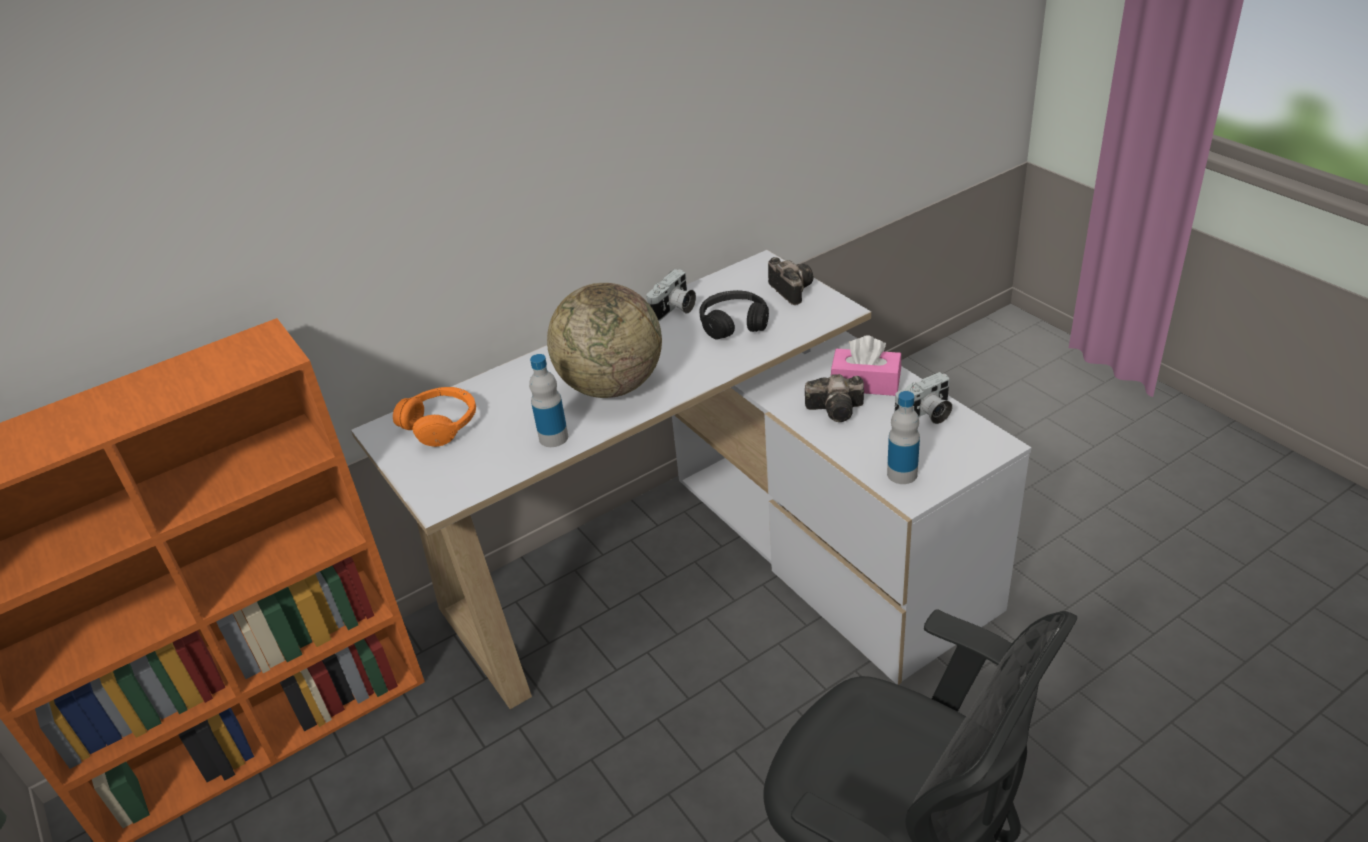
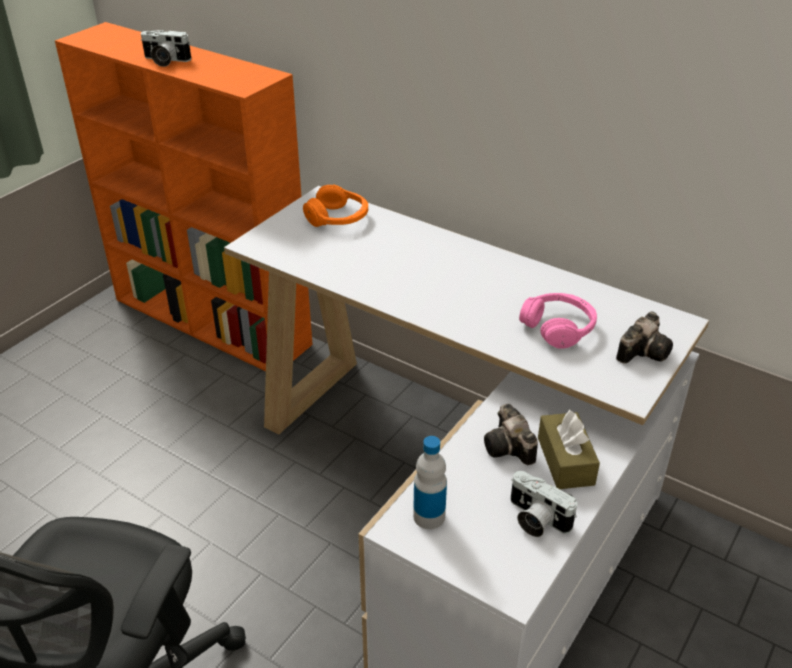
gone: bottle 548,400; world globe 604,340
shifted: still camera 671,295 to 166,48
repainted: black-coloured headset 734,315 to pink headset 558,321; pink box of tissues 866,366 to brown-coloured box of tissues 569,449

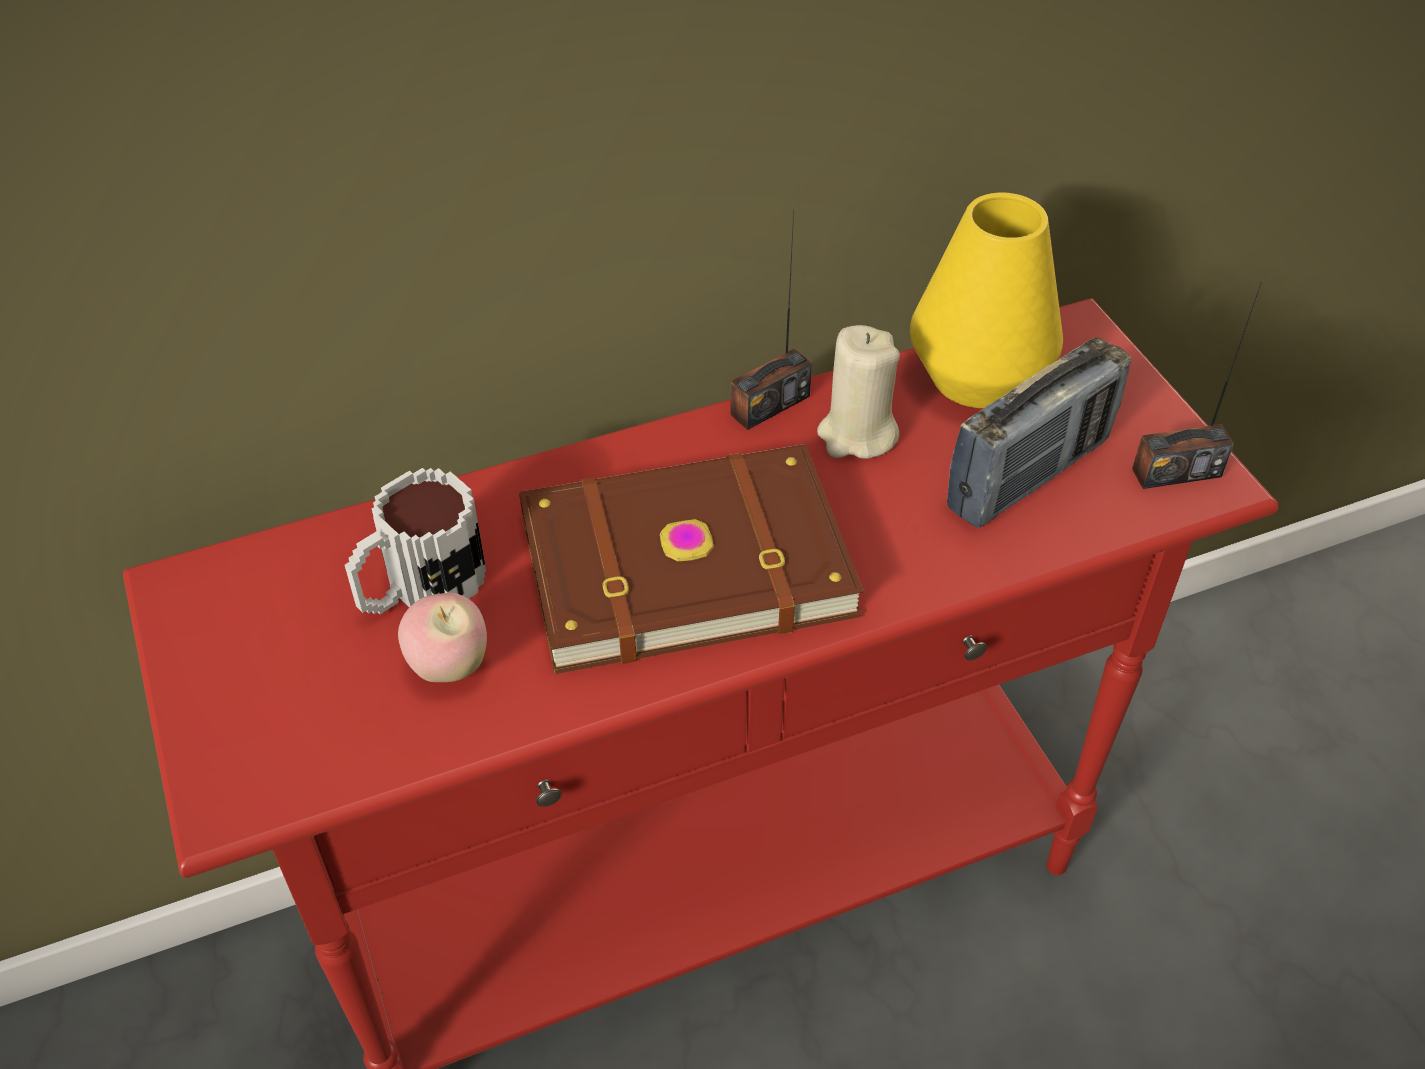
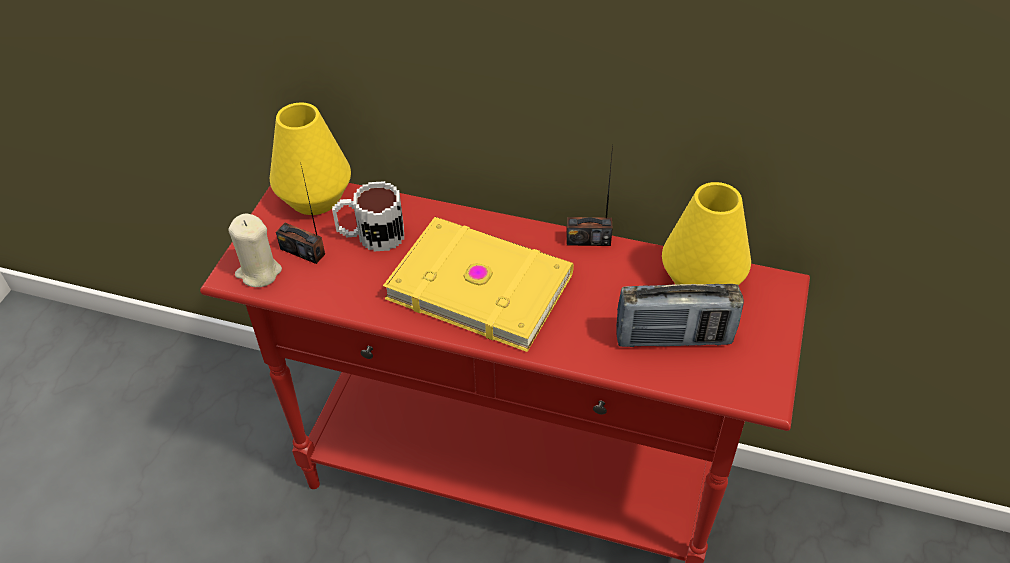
gone: apple fruit 442,637
new: yellow vase 310,159
shifted: sand-coloured wax light 858,392 to 255,250; radio receiver 1197,385 to 300,213
repainted: brown-coloured bound book 691,559 to yellow bound book 478,284

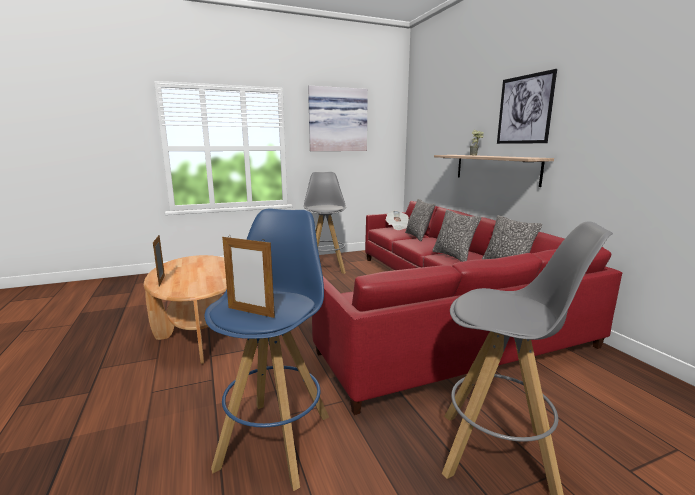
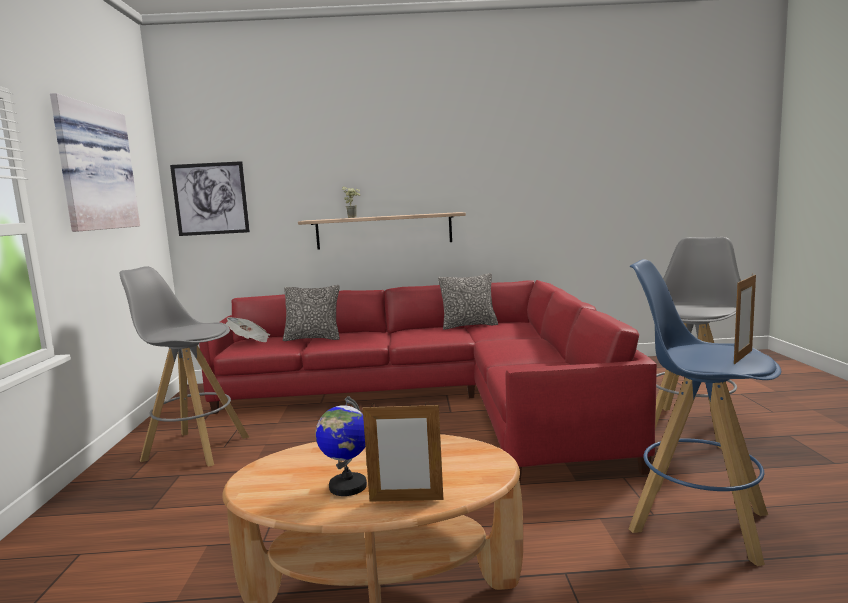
gone: pillow 456,236
new: world globe 341,446
shifted: wall art 527,106 to 210,198

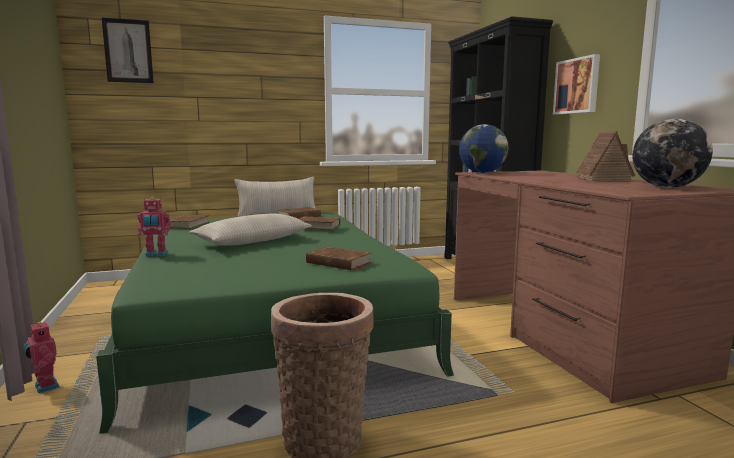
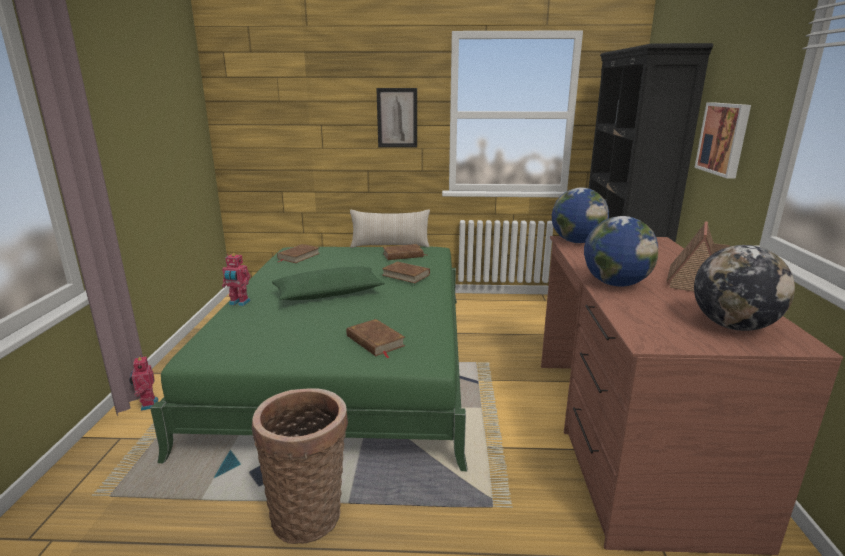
new: world globe 621,251
shifted: wall art 128,50 to 396,118
repainted: sand-coloured pillow 250,229 to green-coloured pillow 328,283

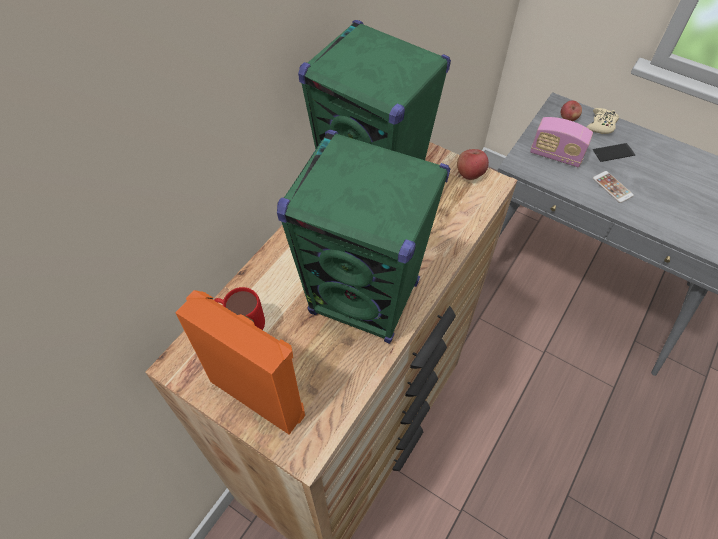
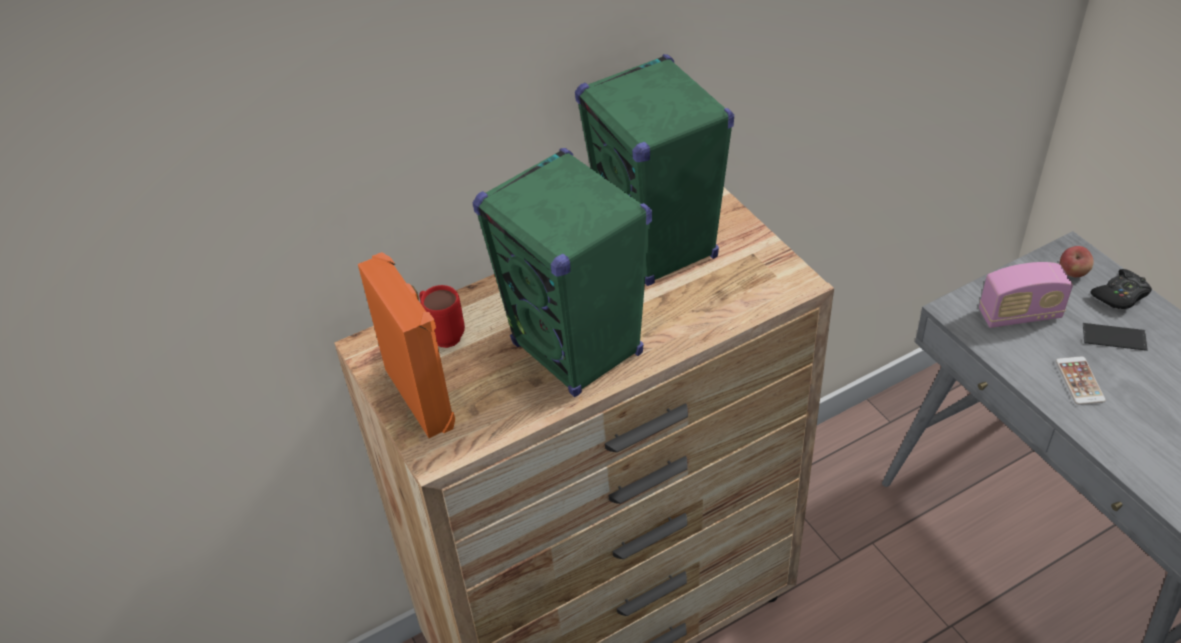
gone: apple fruit 473,164
repainted: sand-coloured joypad 603,121 to black-coloured joypad 1121,289
rotated: radio receiver 561,142 = 1026,295 60 degrees counterclockwise

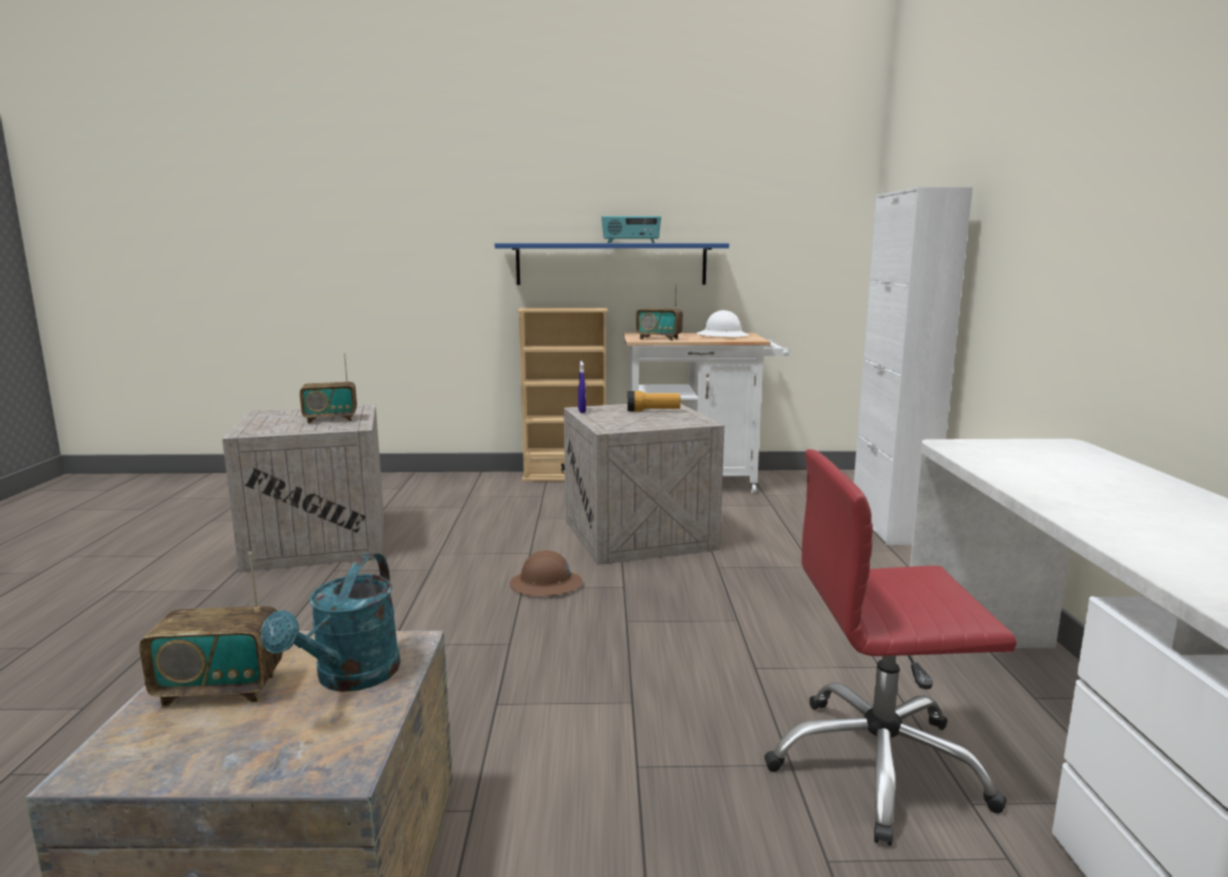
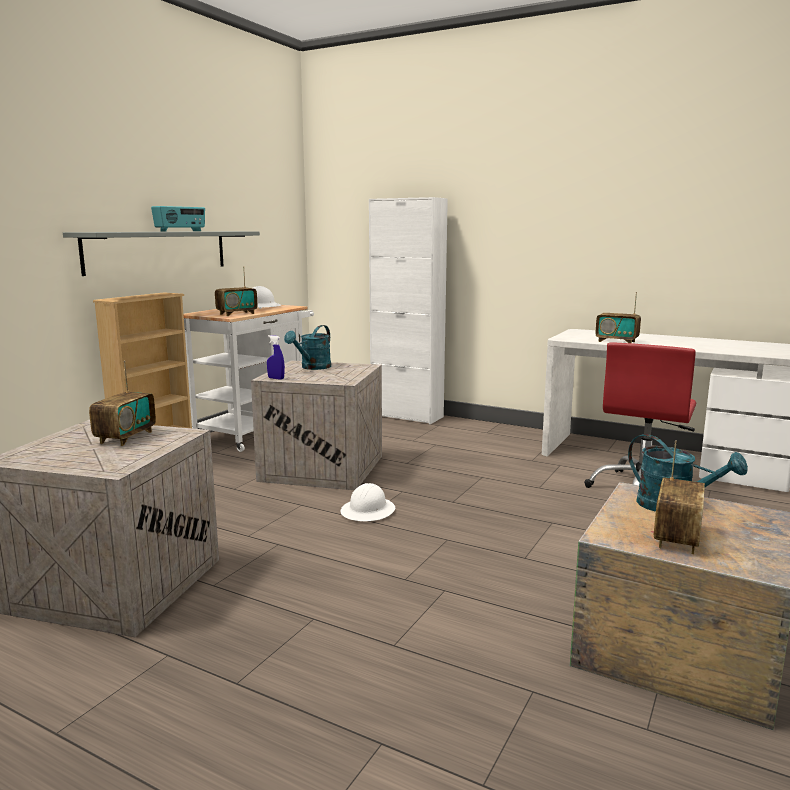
new: radio receiver 618,317
swapped: torch 653,401 to turquoise watering can 307,347
repainted: bluish bracket shelf 612,264 to grey bracket shelf 161,253; brown-coloured hard hat 546,573 to whitish hard hat 367,502

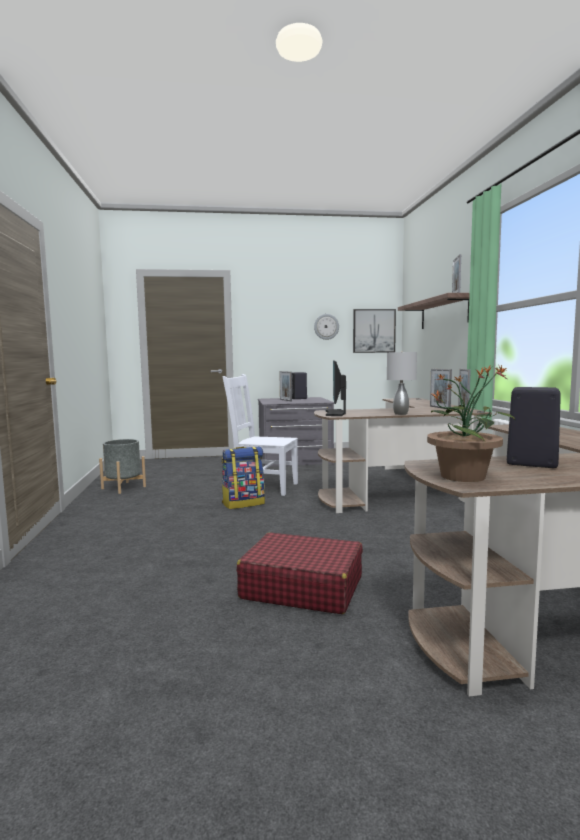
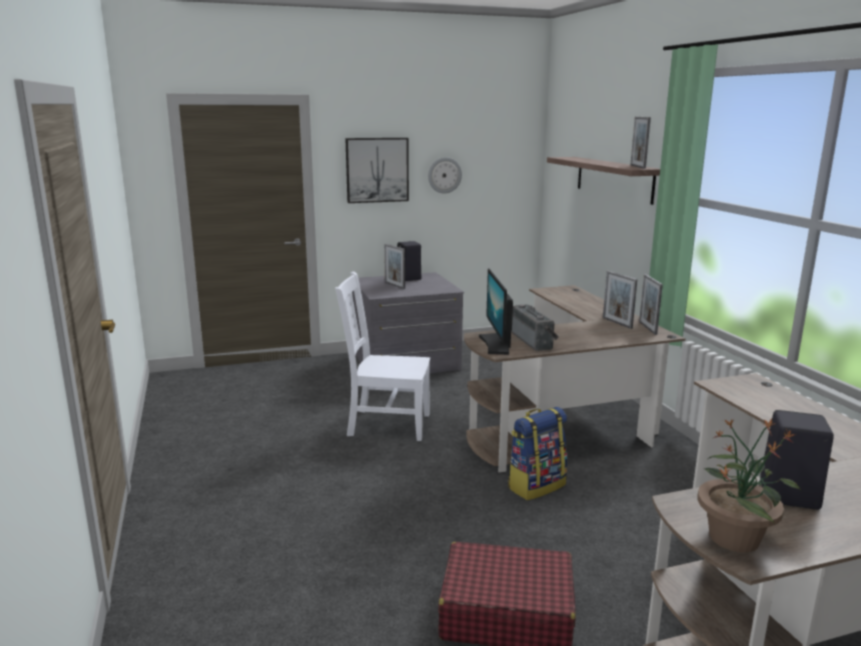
gone: grey planter 122,466; grey tabletop lamp 402,383
new: radio receiver 535,327
shifted: knapsack 243,477 to 537,453; wall art 374,331 to 377,170

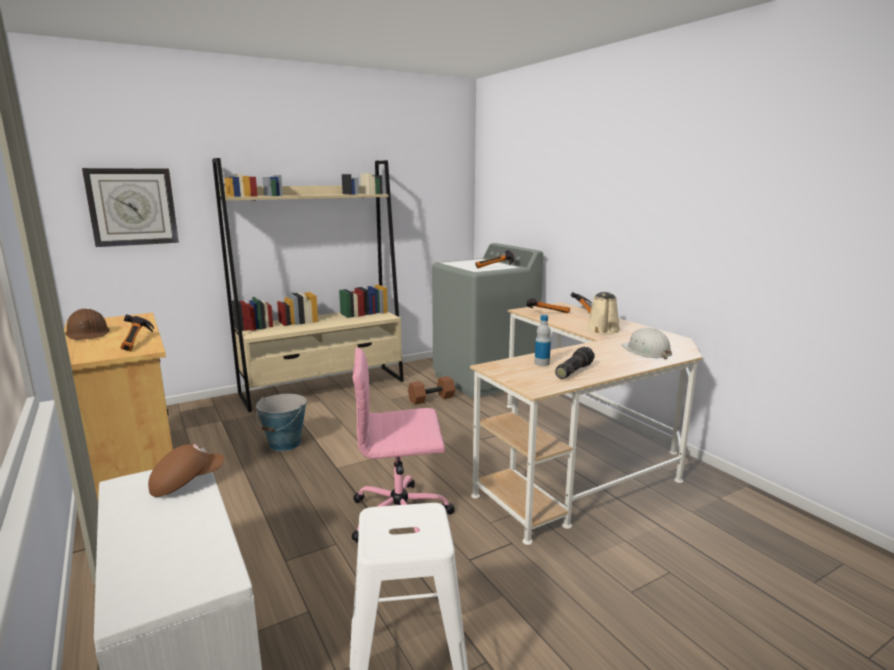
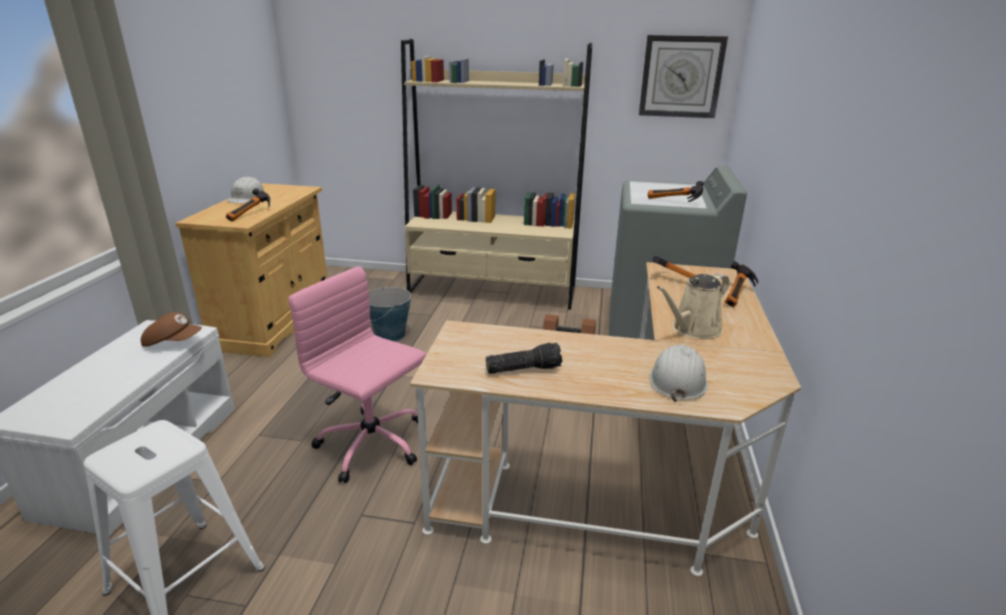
gone: bottle 543,340
shifted: clock on the wall 130,207 to 683,76
repainted: brown-coloured hard hat 87,324 to whitish hard hat 245,190

